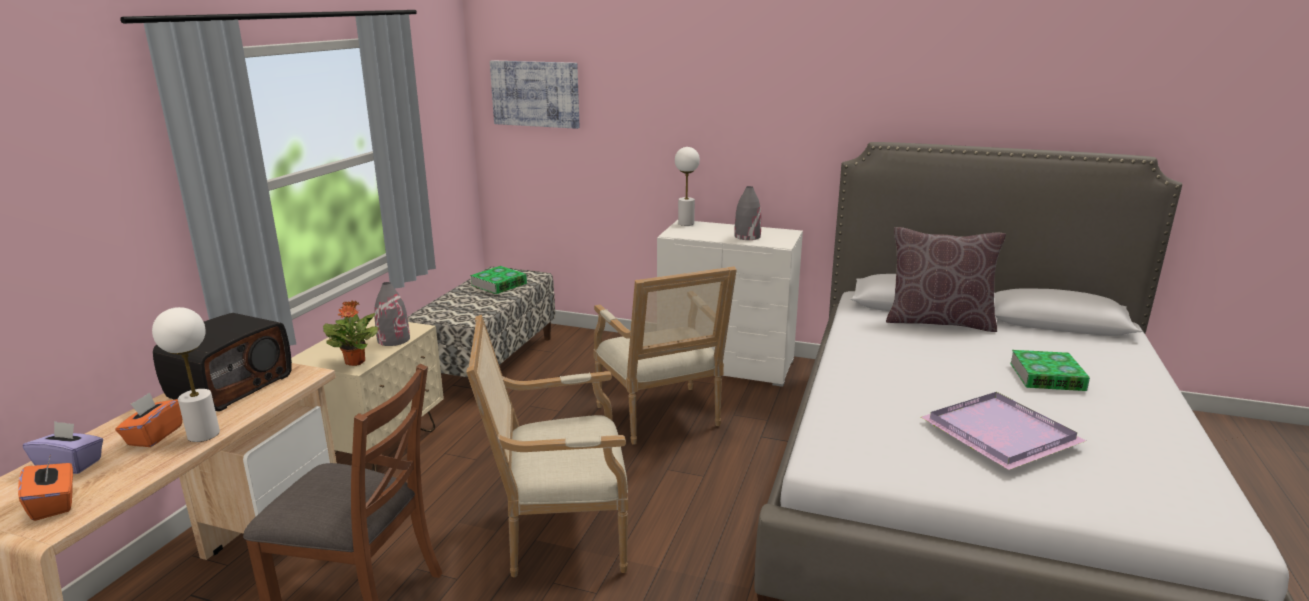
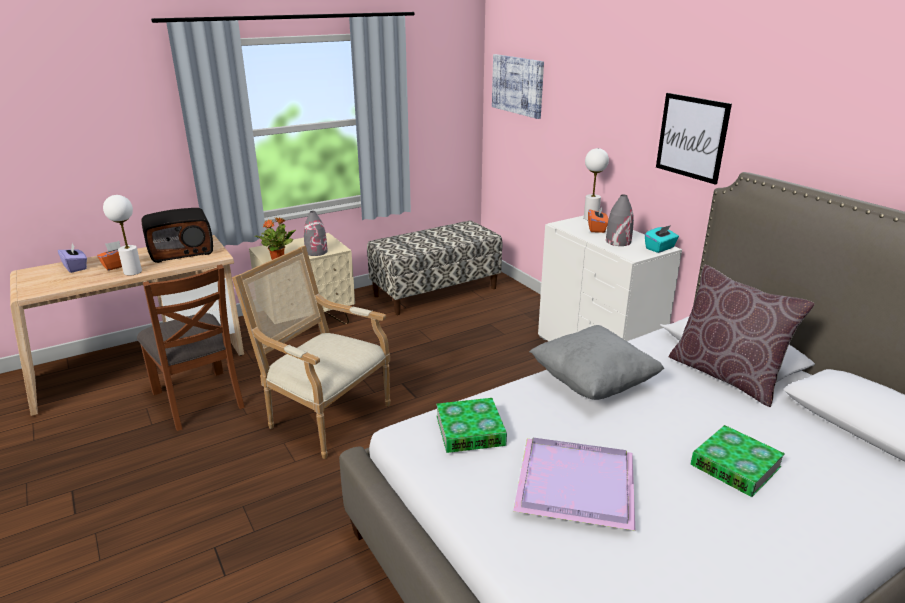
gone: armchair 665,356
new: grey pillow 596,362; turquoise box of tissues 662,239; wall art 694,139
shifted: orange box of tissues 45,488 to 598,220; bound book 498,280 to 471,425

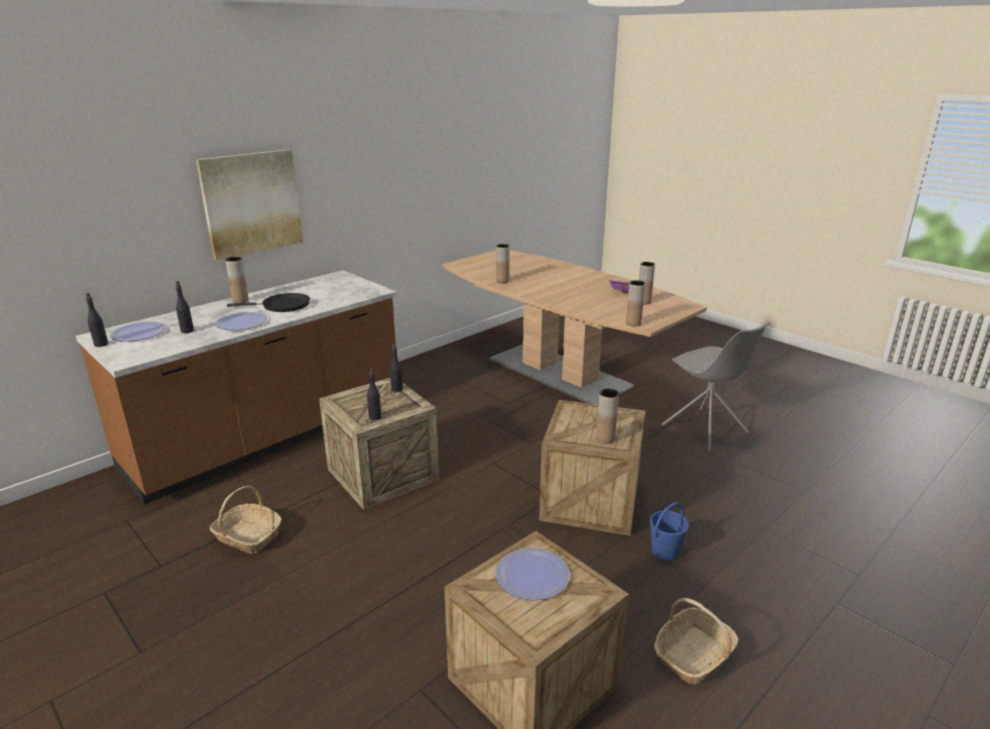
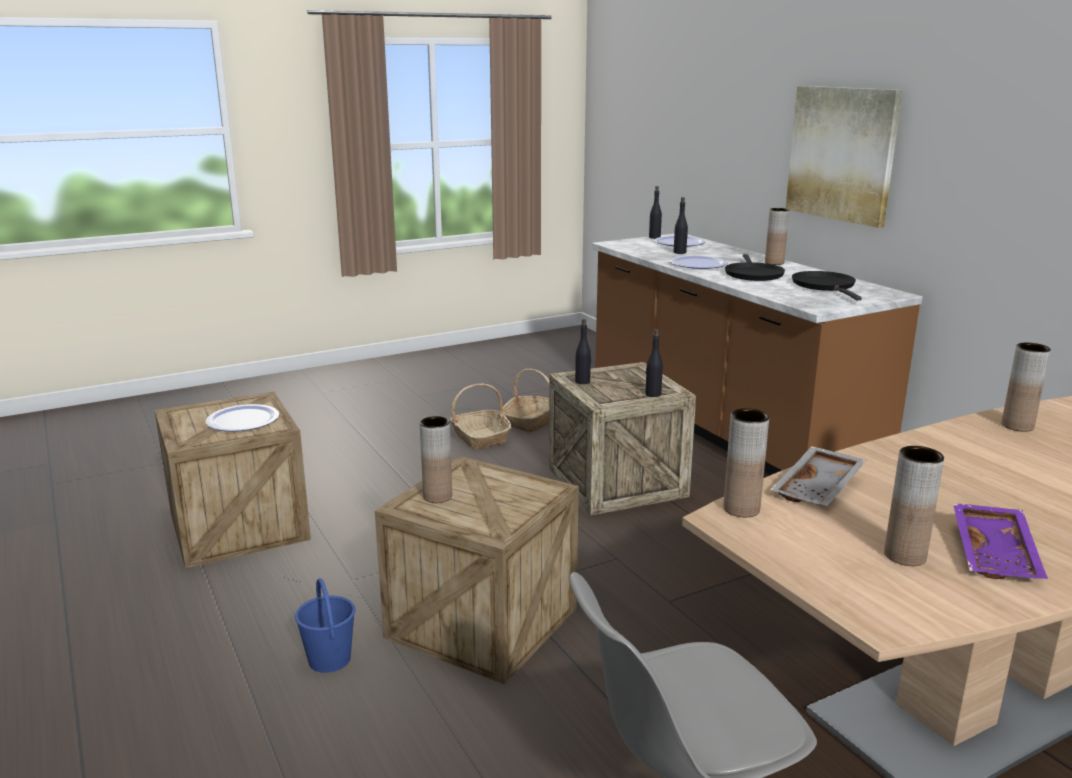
new: grey serving tray 818,476; black-coloured frying pan 827,285
shifted: household basket 696,641 to 480,416

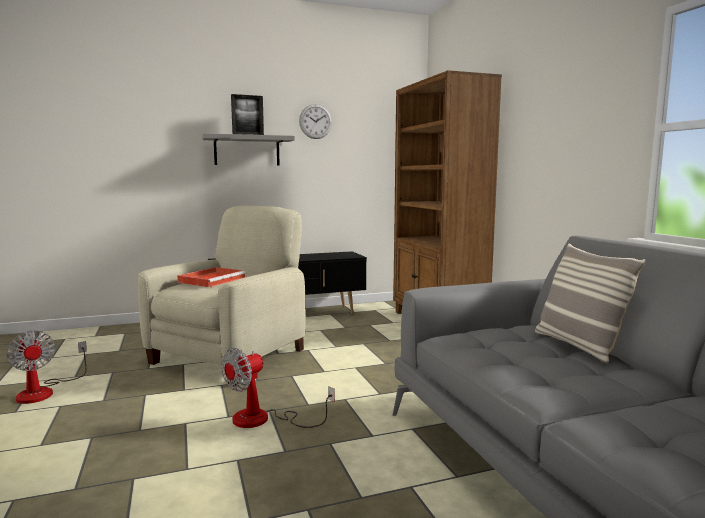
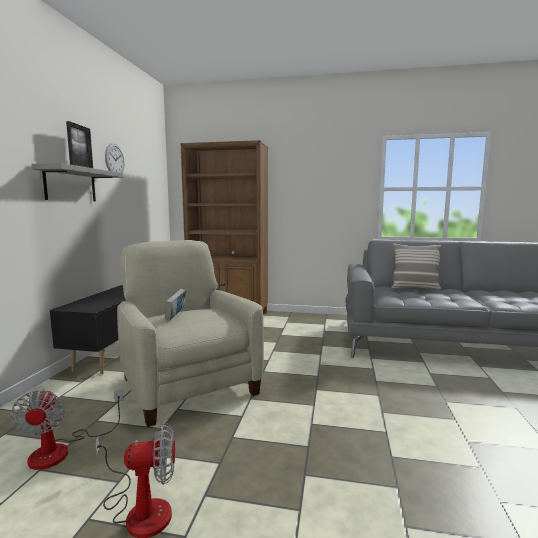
shifted: electric fan 278,387 to 67,429
swapped: red serving tray 211,277 to bound book 175,304

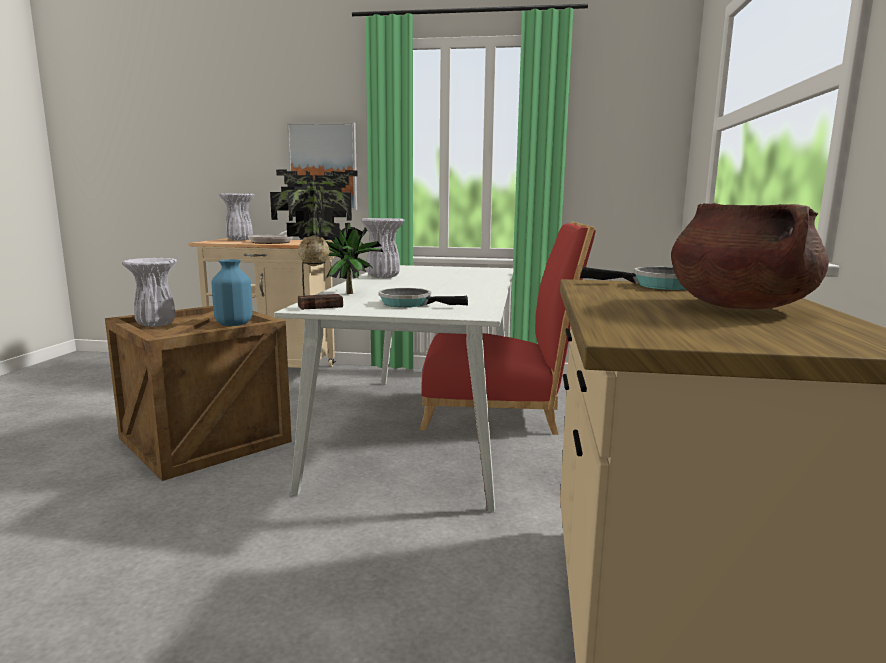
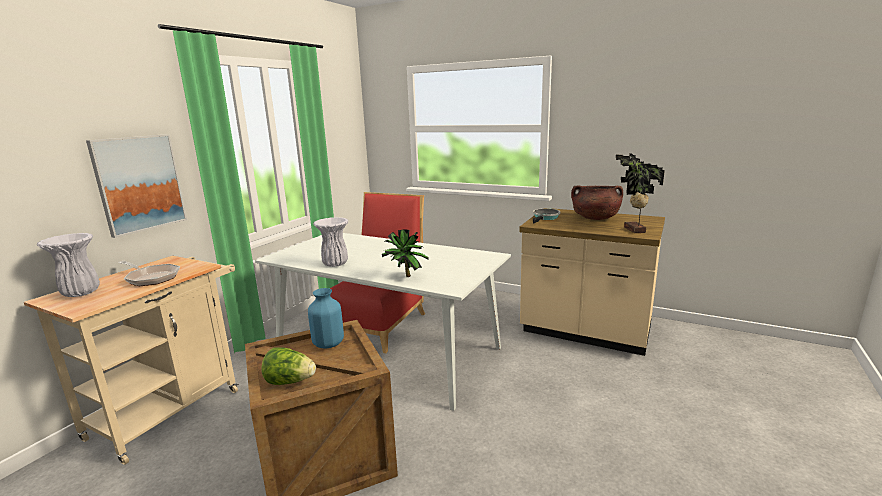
gone: frying pan 423,297
shifted: houseplant 314,240 to 640,193
swapped: whitish vase 149,292 to lettuce 289,366

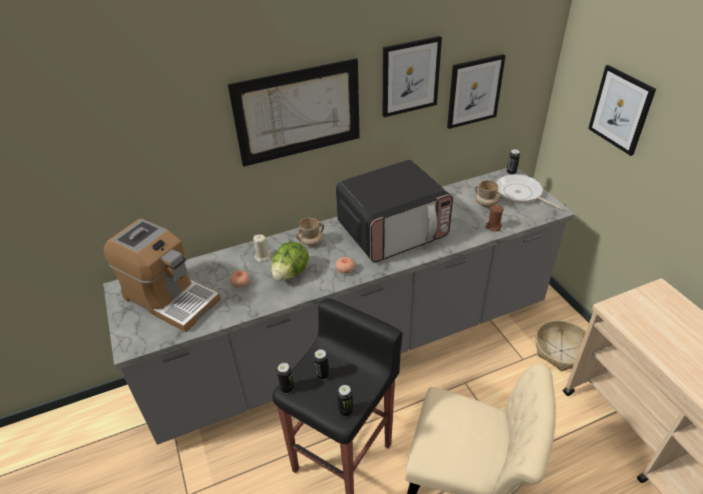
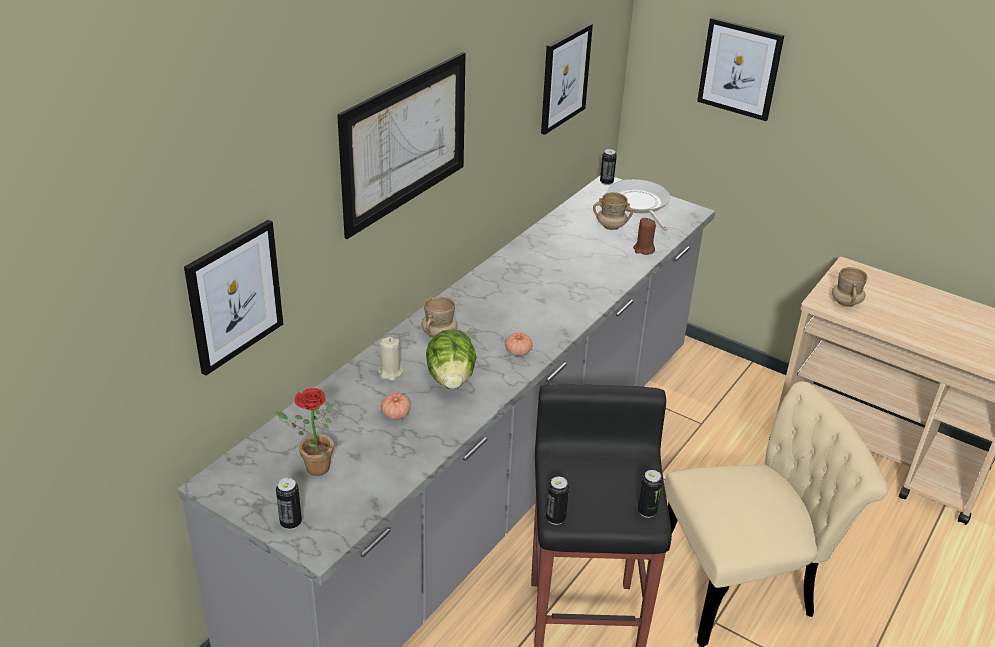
gone: microwave oven 394,211; household basket 560,345
new: sand-coloured coffee mug 849,287
shifted: metal can 321,364 to 289,504; wall art 412,76 to 233,298
swapped: coffee machine 162,275 to houseplant 305,432
rotated: frying pan 530,192 = 638,205 60 degrees clockwise

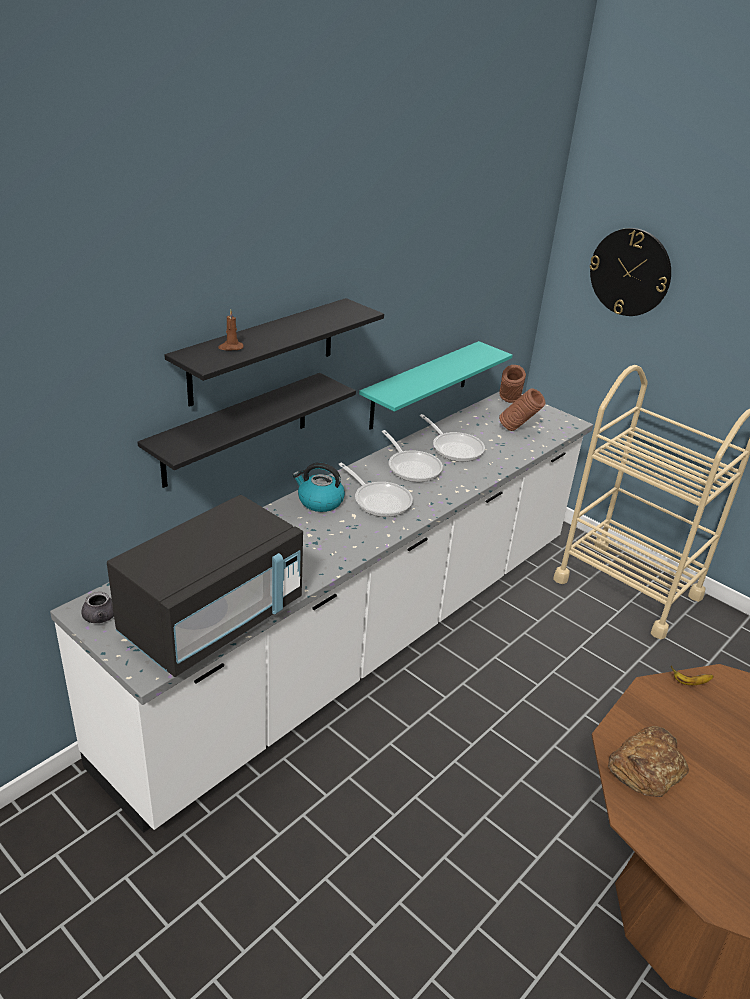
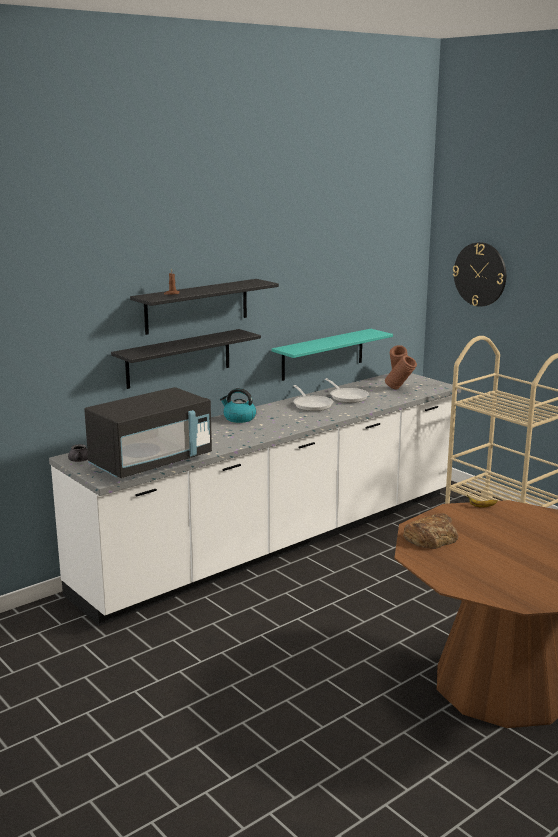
gone: frying pan 375,490

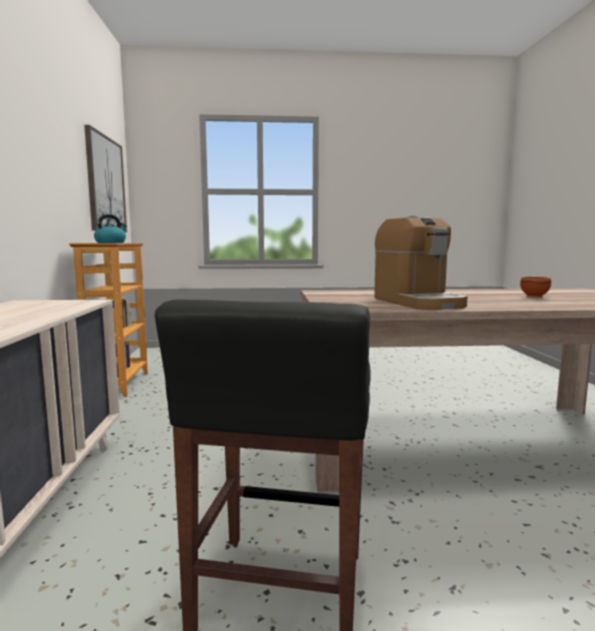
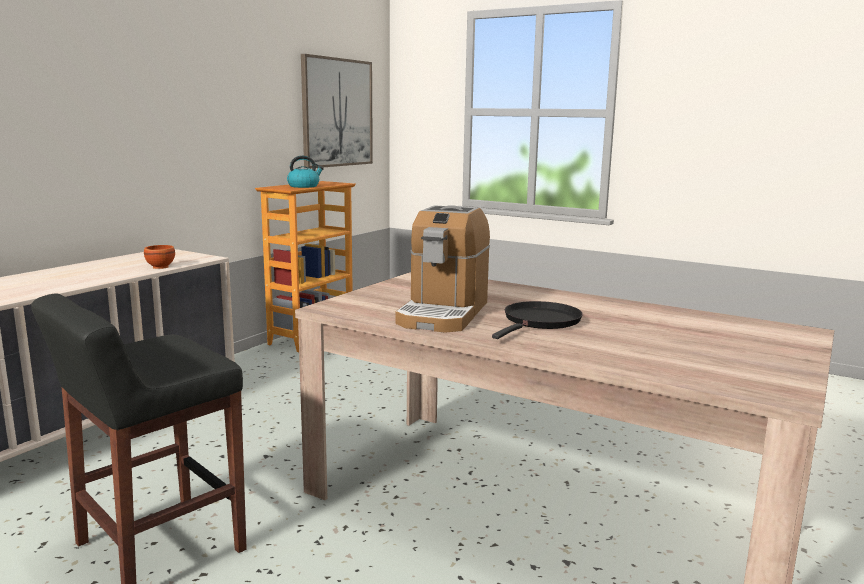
new: black-coloured frying pan 537,320
shifted: brown-coloured serving bowl 535,287 to 159,257

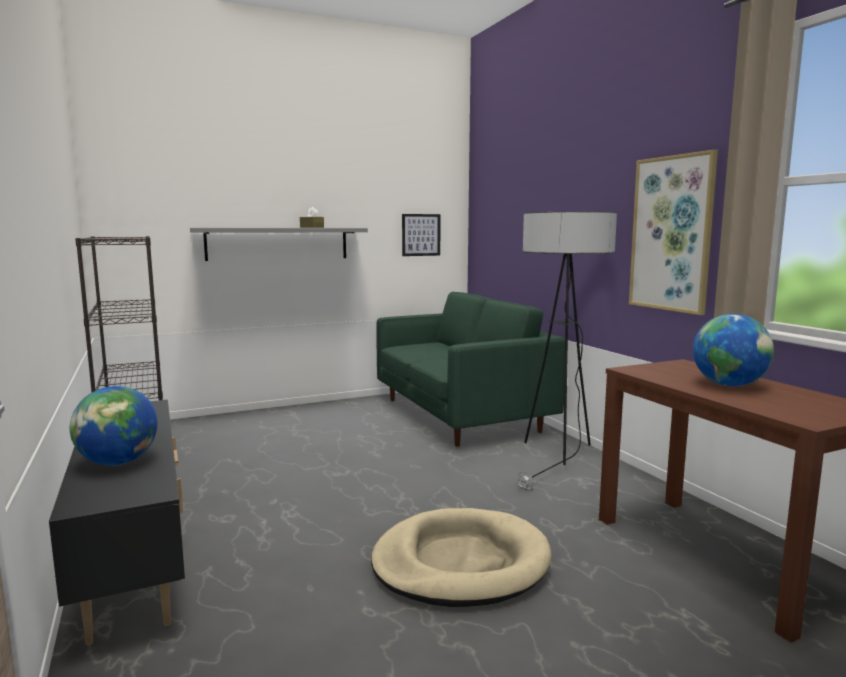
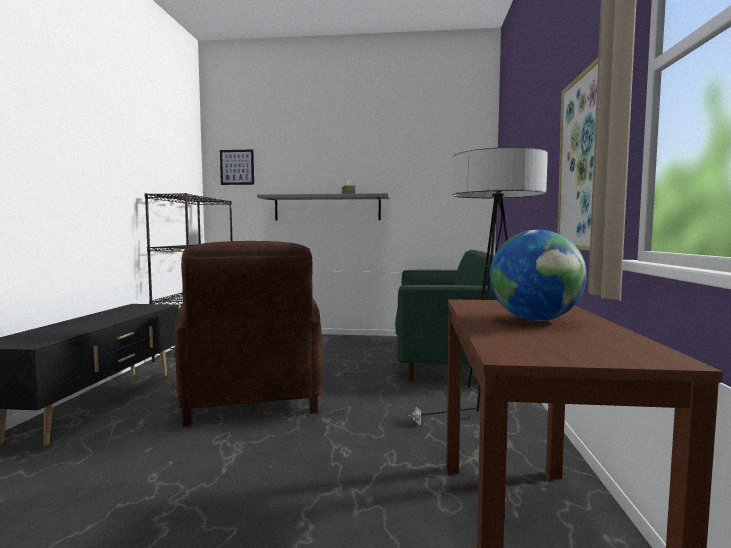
gone: world globe 114,425; sand-coloured dog cushion 461,557
new: brown-coloured armchair 248,333
shifted: wall art 421,235 to 237,167

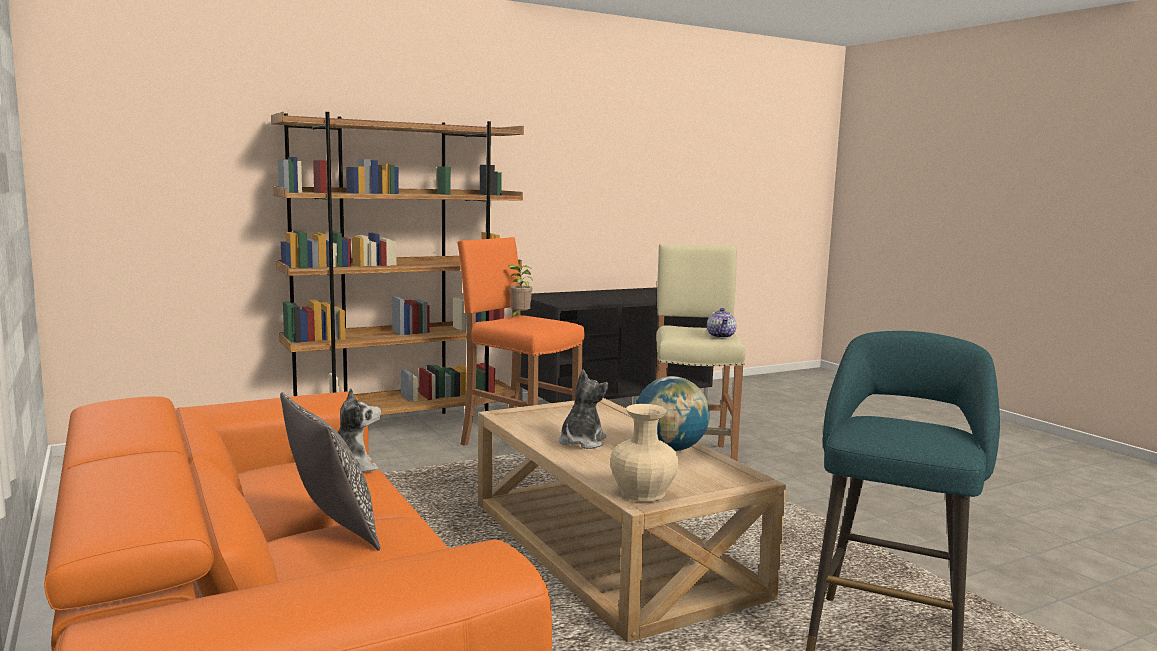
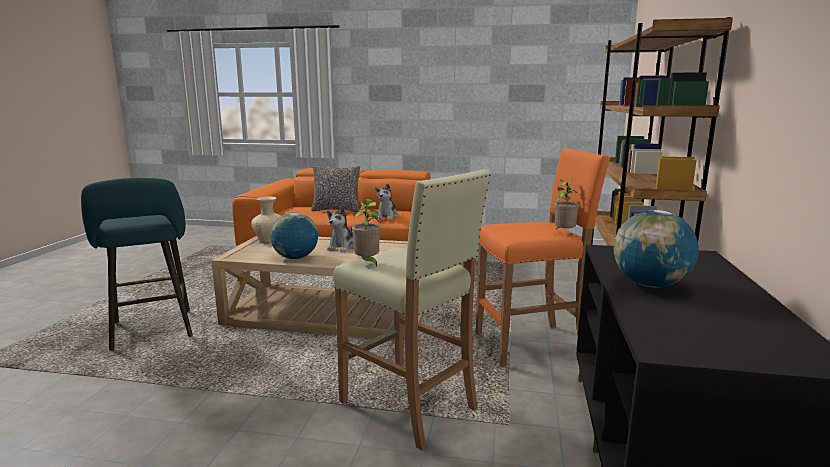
new: world globe 656,249
swapped: pot for tea 721,323 to houseplant 366,233
rotated: cuddly toy 583,409 = 340,229 45 degrees clockwise

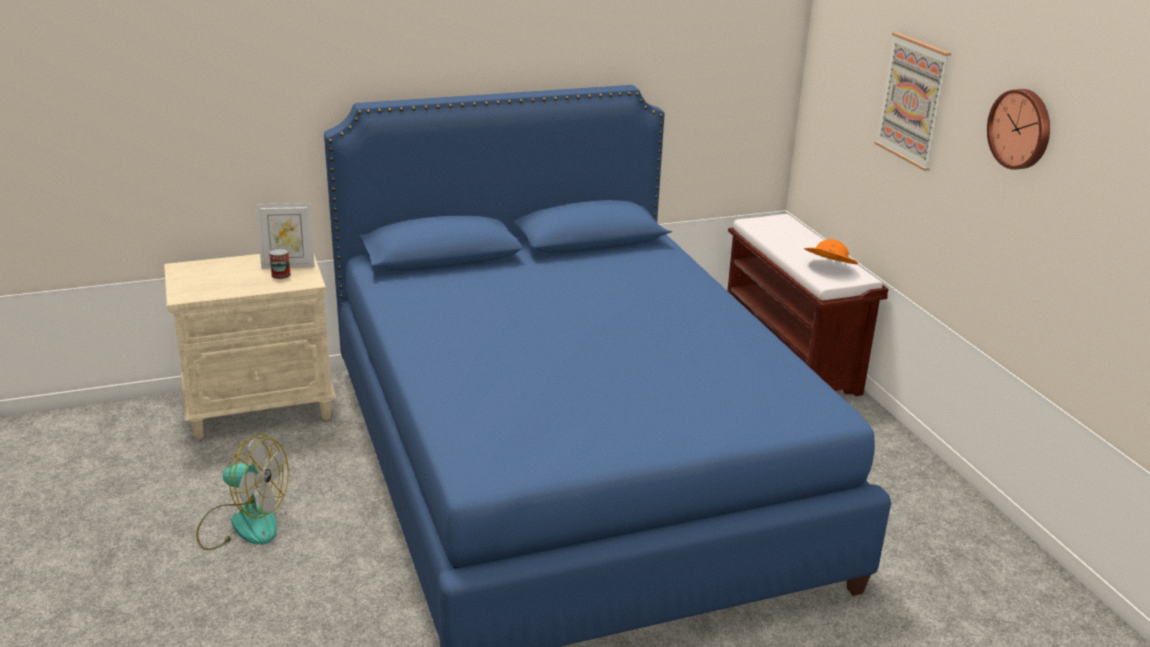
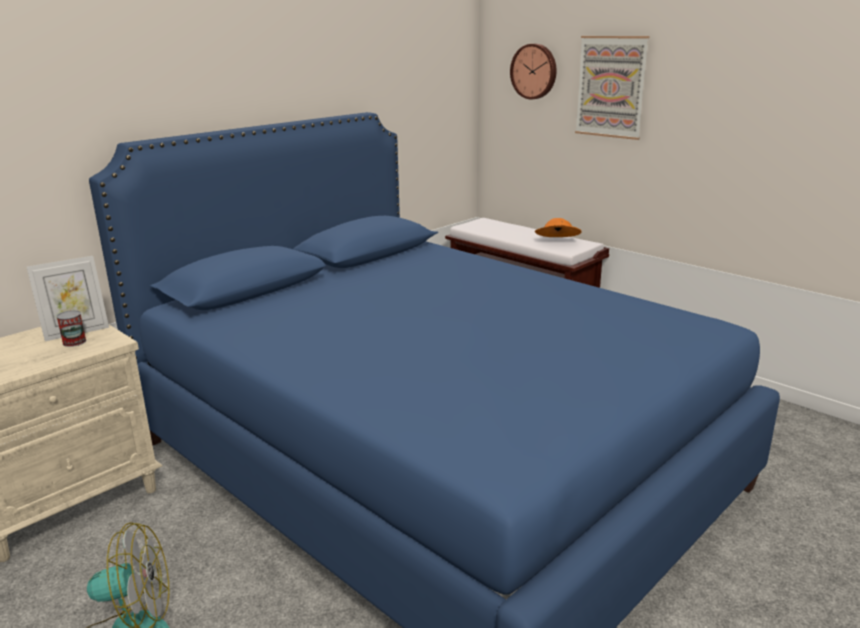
shifted: clock on the wall 1018,129 to 533,71

